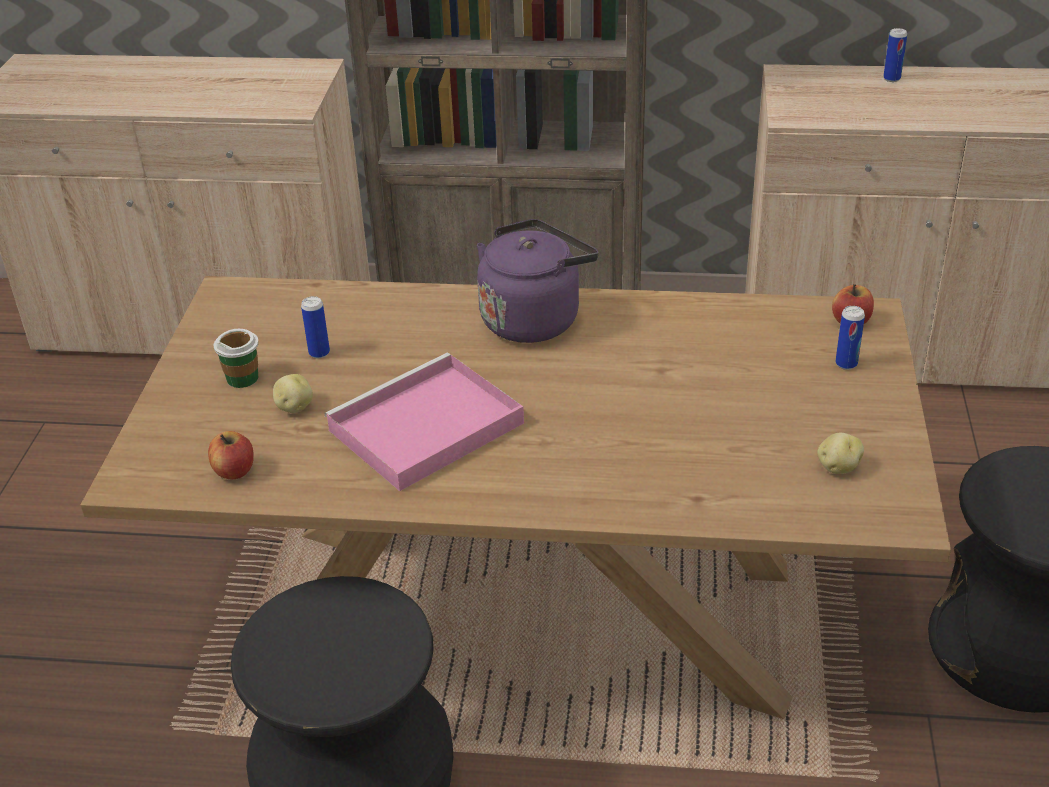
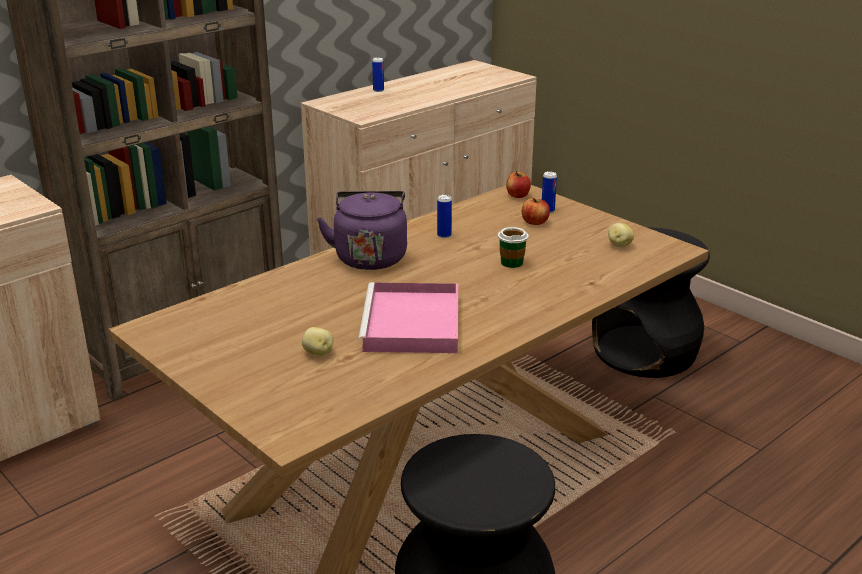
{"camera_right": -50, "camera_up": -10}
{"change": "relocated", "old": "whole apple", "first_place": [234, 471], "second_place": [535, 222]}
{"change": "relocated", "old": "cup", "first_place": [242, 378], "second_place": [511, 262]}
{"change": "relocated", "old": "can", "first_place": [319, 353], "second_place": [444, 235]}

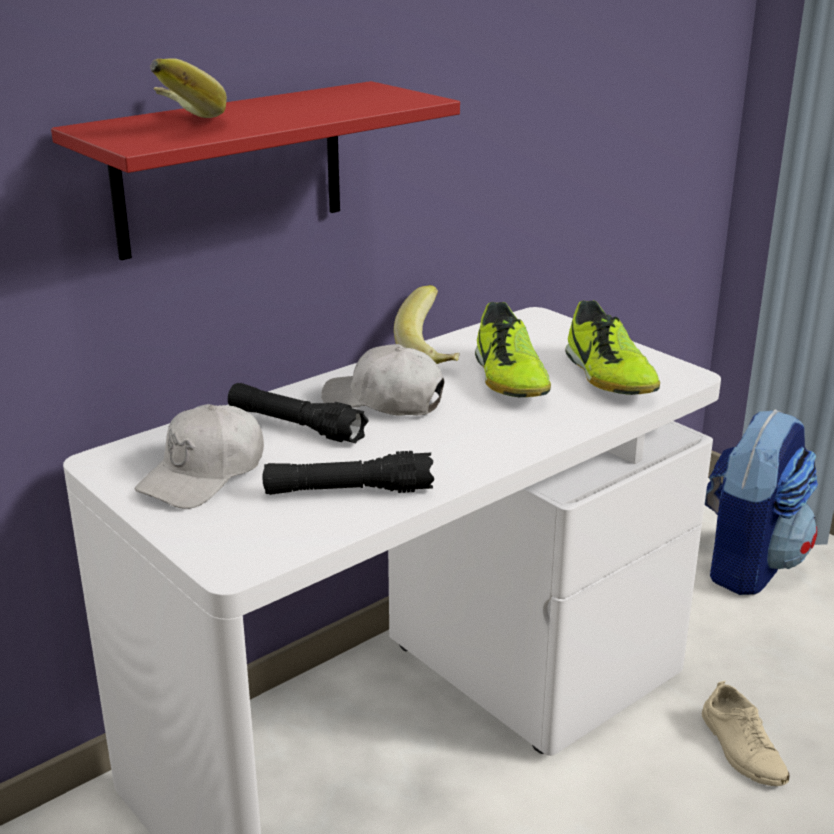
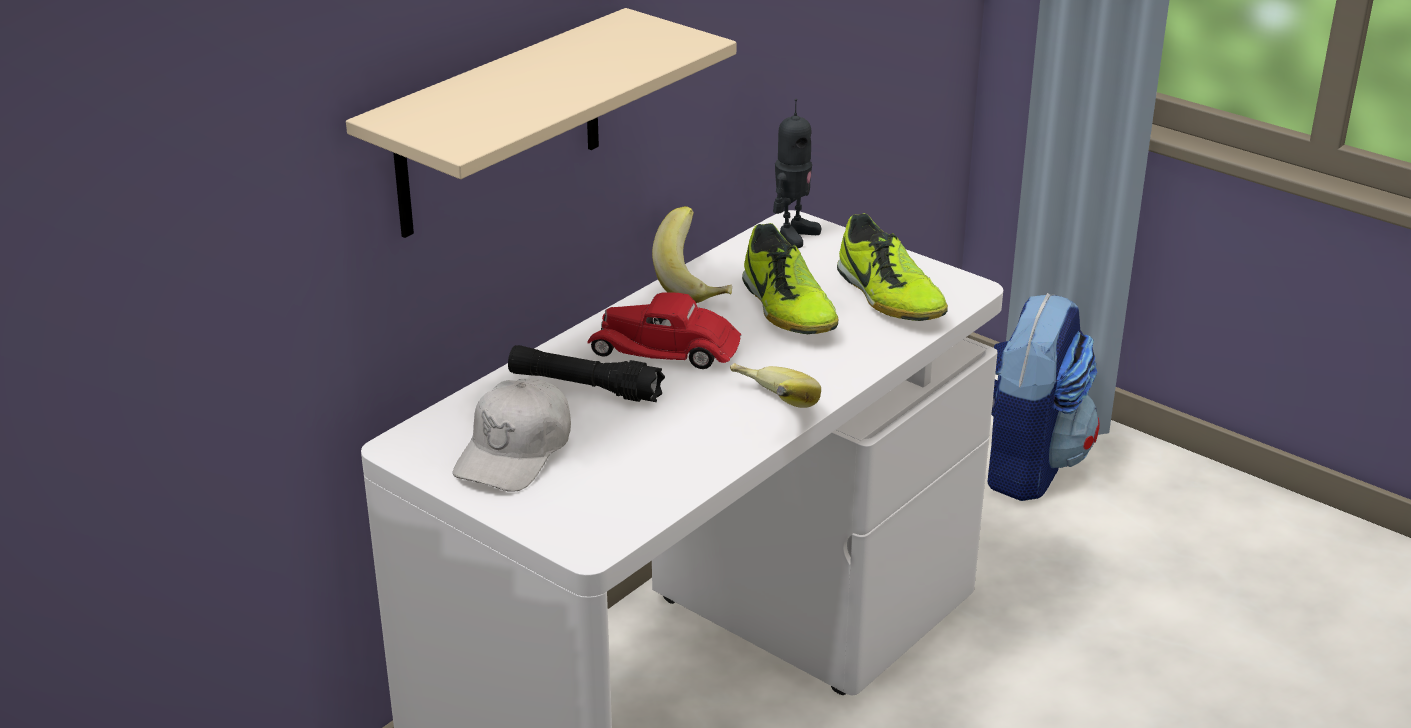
{"camera_right": -10, "camera_up": 5}
{"change": "colour", "old": "red bracket shelf", "new": "beige bracket shelf", "first_place": [230, 169], "second_place": [499, 125]}
{"change": "relocated", "old": "banana fruit", "first_place": [176, 124], "second_place": [768, 411]}
{"change": "missing", "old": "blackish hand torch", "first_place": [348, 491]}
{"change": "exchanged", "old": "whitish peaked cap", "new": "red miniature car", "first_place": [384, 401], "second_place": [666, 348]}
{"change": "missing", "old": "beige item of footwear", "first_place": [742, 748]}
{"change": "appeared", "new": "robot figure", "second_place": [793, 235]}

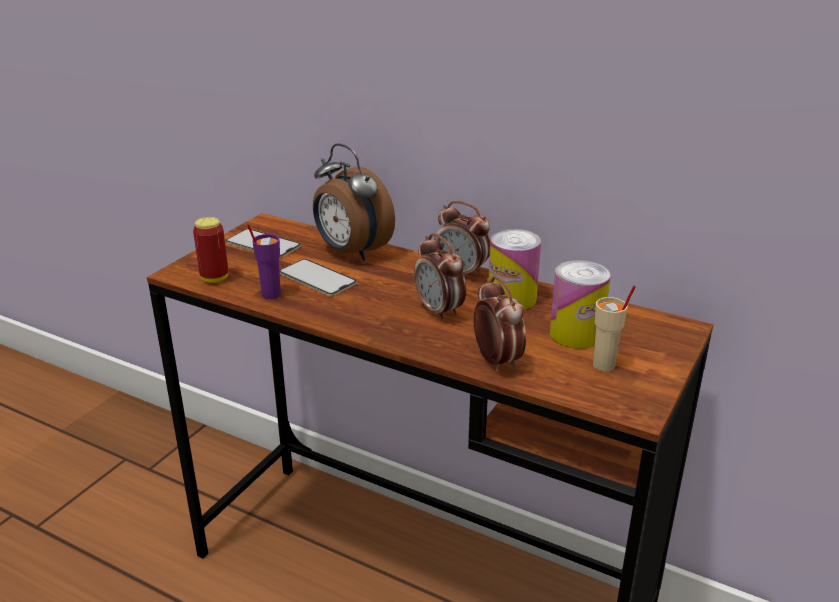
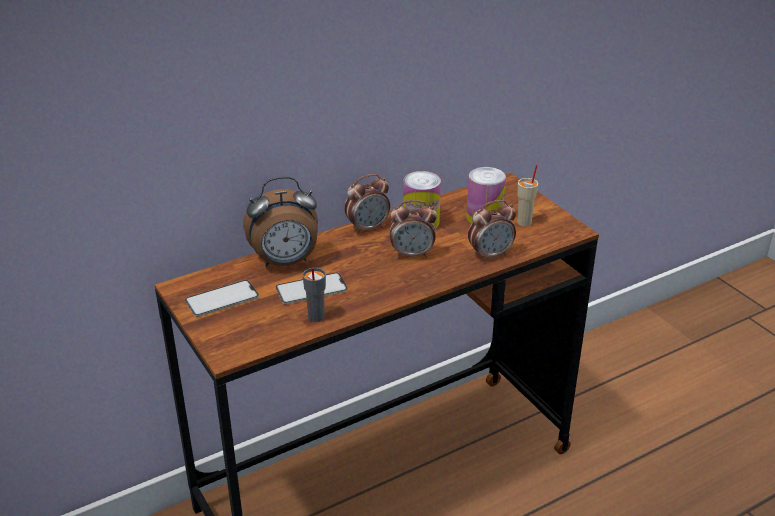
{"camera_right": -60, "camera_up": 5}
{"change": "missing", "old": "can", "first_place": [214, 278]}
{"change": "colour", "old": "purple cup", "new": "gray cup", "first_place": [270, 294], "second_place": [316, 317]}
{"change": "spun", "old": "table clock", "first_place": [496, 361], "second_place": [490, 255], "degrees": 150}

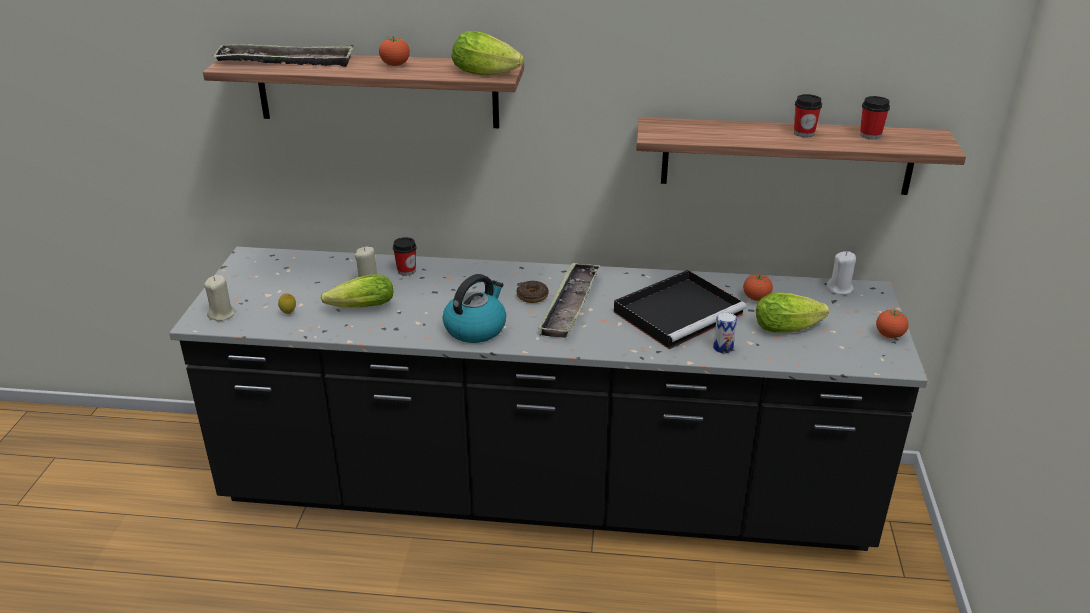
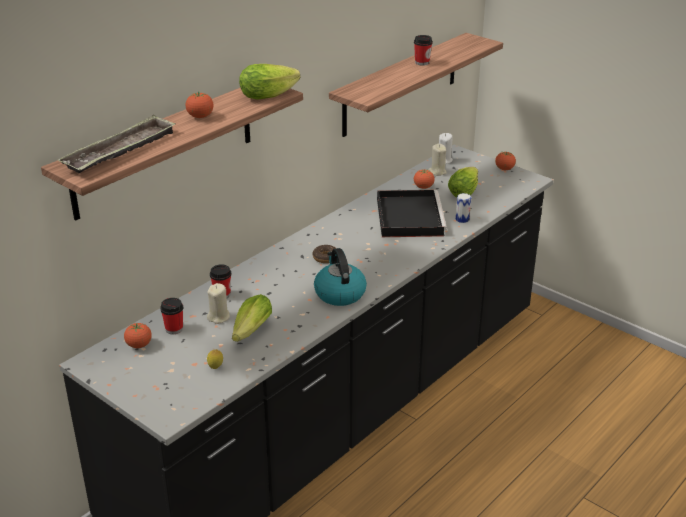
{"camera_right": -55, "camera_up": 0}
{"change": "relocated", "old": "beige candle", "first_place": [222, 314], "second_place": [437, 172]}
{"change": "missing", "old": "serving tray", "first_place": [570, 304]}
{"change": "relocated", "old": "cup", "first_place": [870, 135], "second_place": [174, 329]}
{"change": "appeared", "new": "tomato", "second_place": [139, 345]}

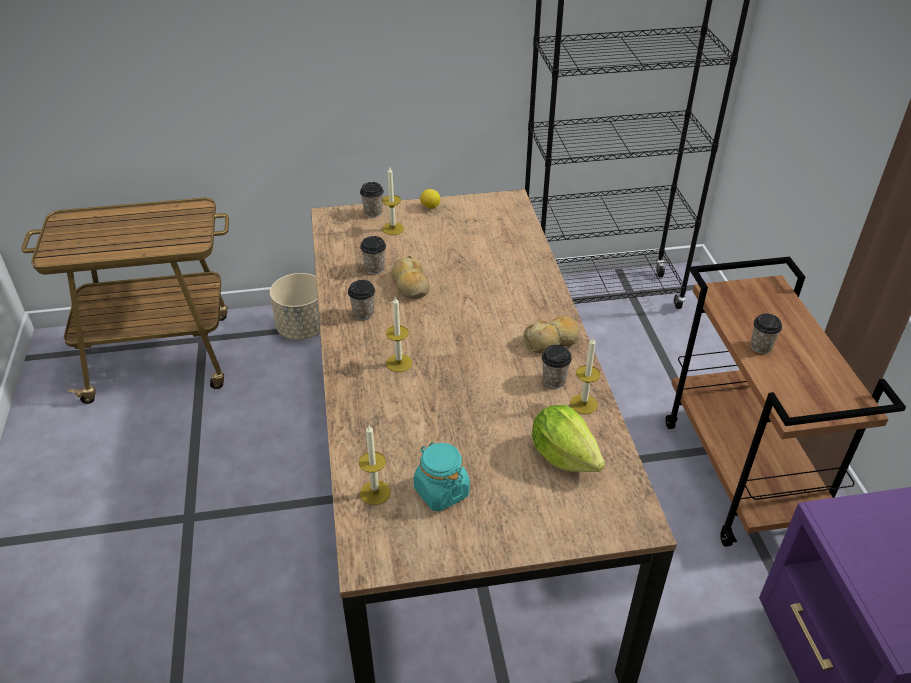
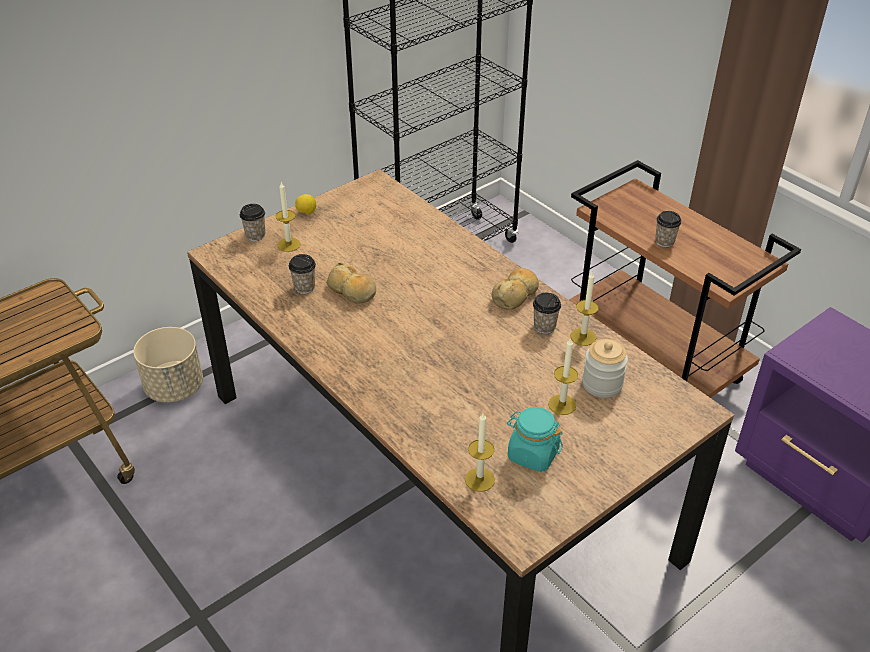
{"camera_right": -30, "camera_up": 0}
{"change": "missing", "old": "cup", "first_place": [363, 313]}
{"change": "relocated", "old": "candle", "first_place": [399, 363], "second_place": [562, 404]}
{"change": "exchanged", "old": "lettuce", "new": "jar", "first_place": [564, 455], "second_place": [602, 384]}

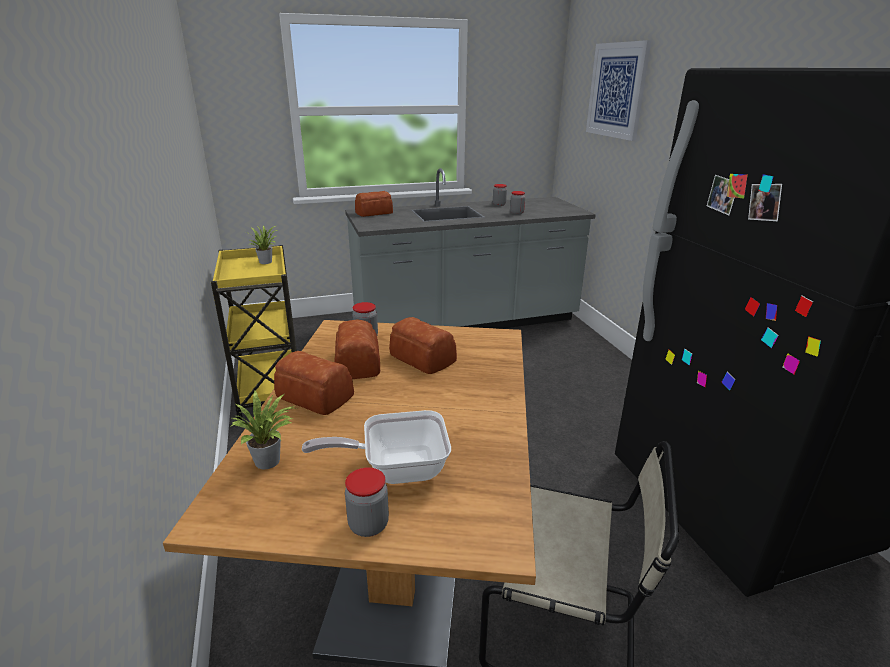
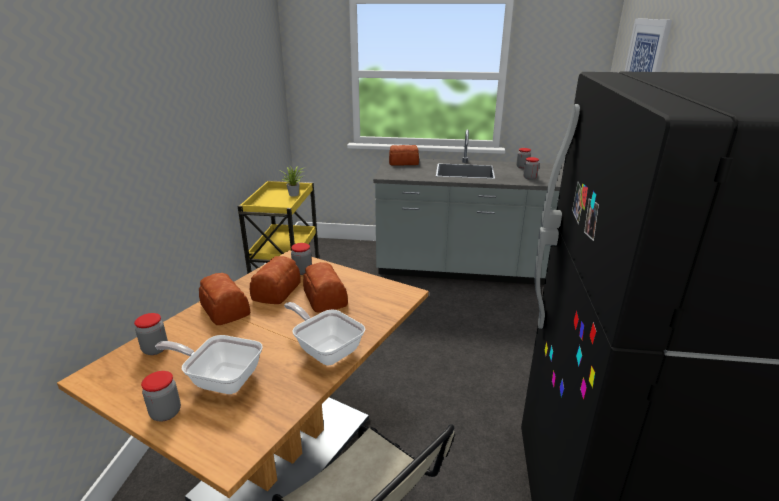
{"camera_right": 25, "camera_up": 0}
{"change": "exchanged", "old": "houseplant", "new": "jar", "first_place": [270, 462], "second_place": [155, 349]}
{"change": "appeared", "new": "pan", "second_place": [326, 349]}

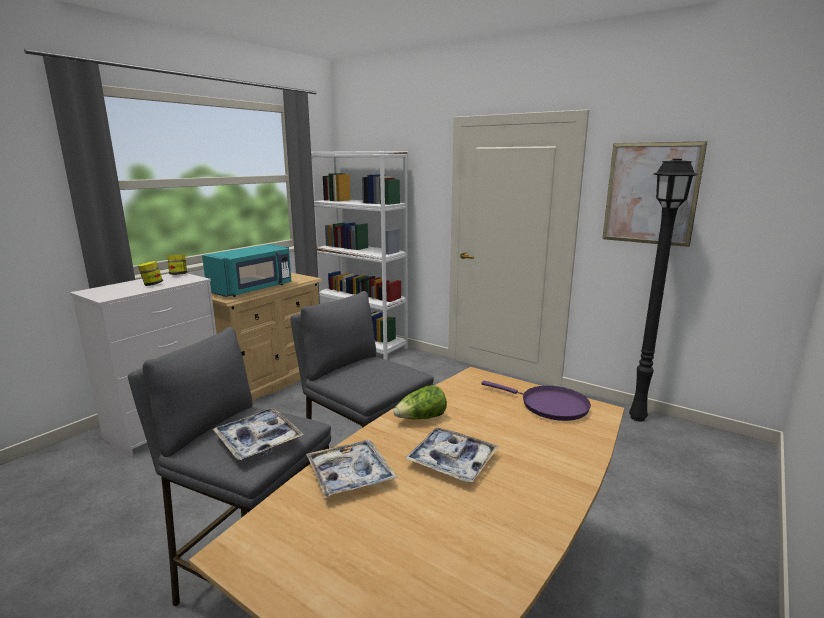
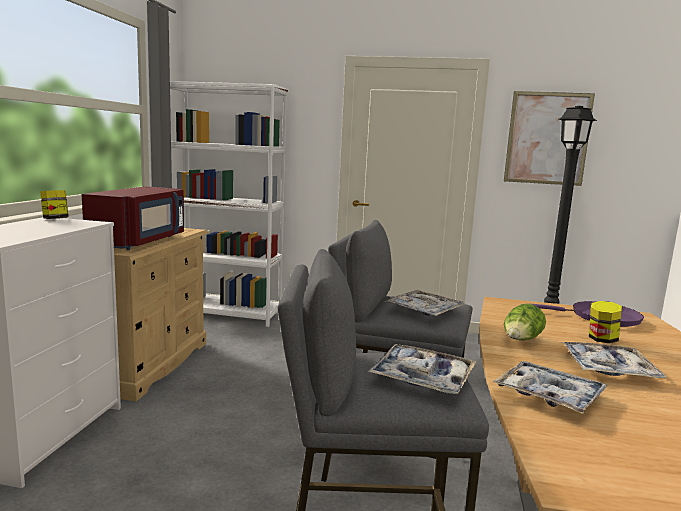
{"camera_right": -25, "camera_up": -5}
{"change": "relocated", "old": "jar", "first_place": [152, 284], "second_place": [602, 339]}
{"change": "colour", "old": "blue-green microwave oven", "new": "red microwave oven", "first_place": [253, 289], "second_place": [140, 242]}
{"change": "appeared", "new": "serving tray", "second_place": [425, 310]}

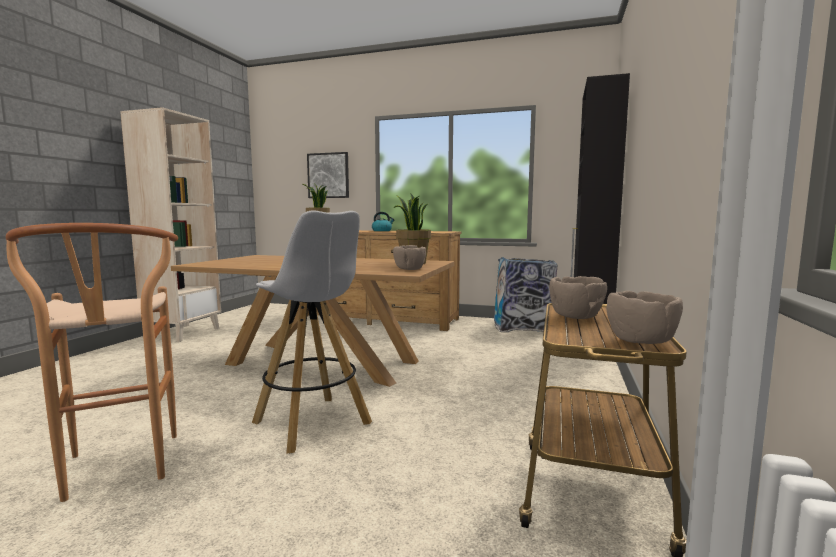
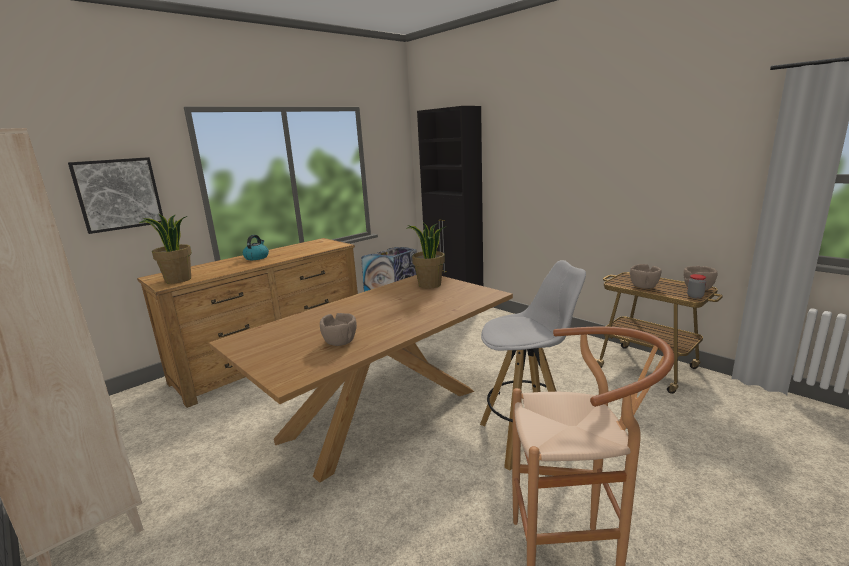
{"camera_right": -60, "camera_up": 10}
{"change": "relocated", "old": "brown-coloured bowl", "first_place": [409, 269], "second_place": [340, 342]}
{"change": "appeared", "new": "jar", "second_place": [695, 296]}

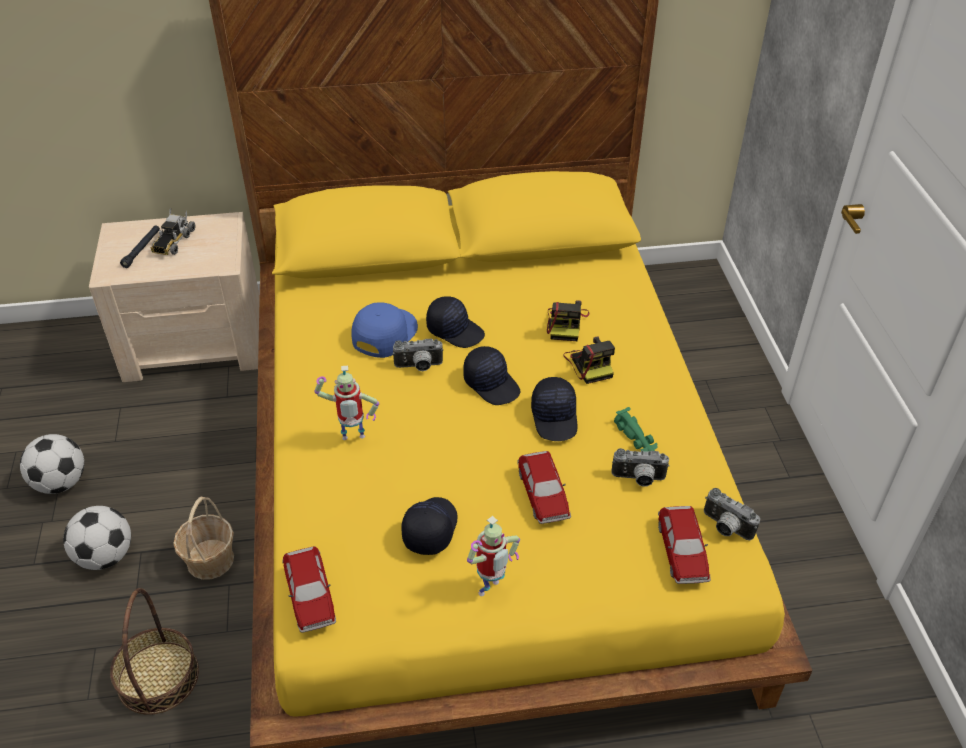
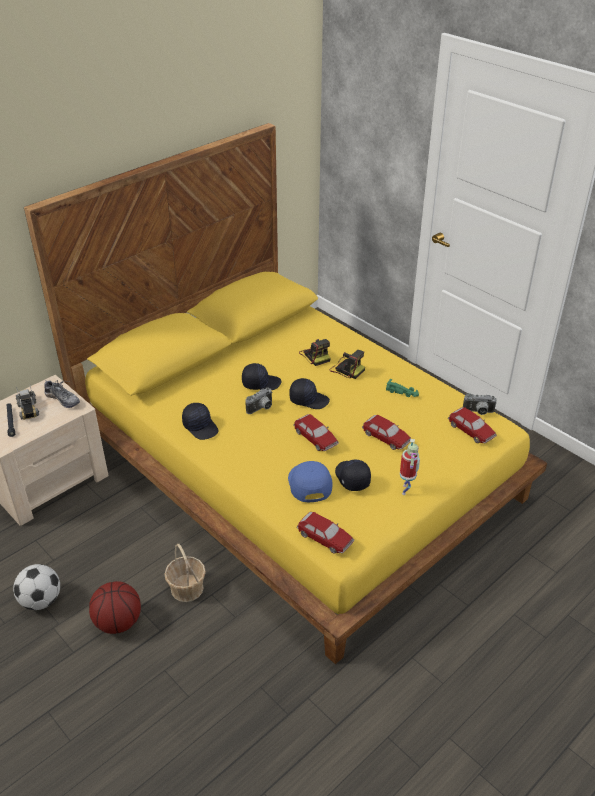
{"camera_right": -35, "camera_up": -5}
{"change": "exchanged", "old": "football ball", "new": "ball for basketball", "first_place": [105, 556], "second_place": [118, 622]}
{"change": "missing", "old": "basket", "first_place": [158, 677]}
{"change": "missing", "old": "robot figure", "first_place": [353, 440]}
{"change": "relocated", "old": "blue-coloured peaked cap", "first_place": [383, 333], "second_place": [309, 483]}
{"change": "relocated", "old": "blackish peaked cap", "first_place": [555, 417], "second_place": [201, 427]}
{"change": "missing", "old": "still camera", "first_place": [638, 479]}
{"change": "appeared", "new": "item of footwear", "second_place": [62, 399]}
{"change": "appeared", "new": "miniature car", "second_place": [316, 438]}

